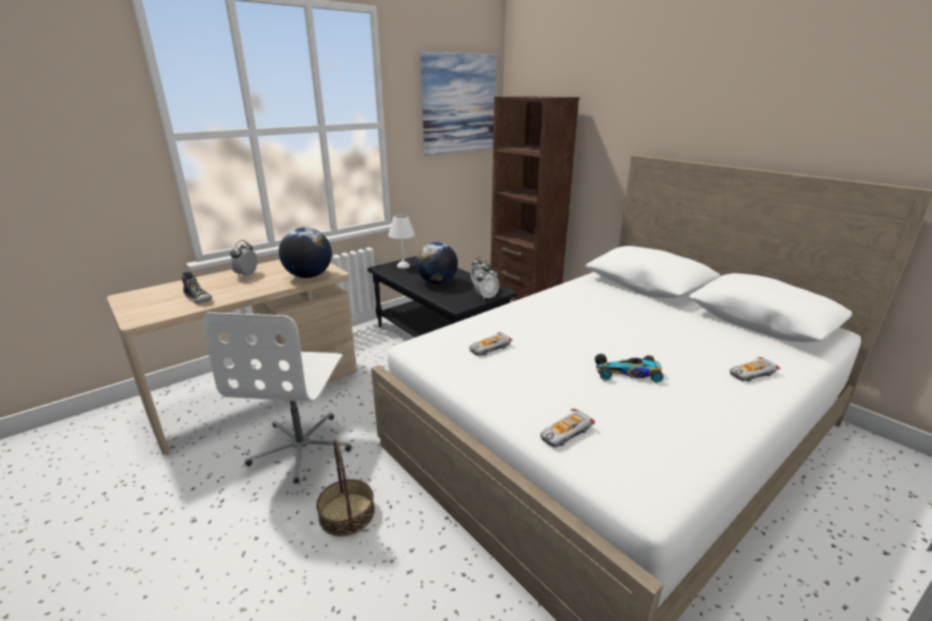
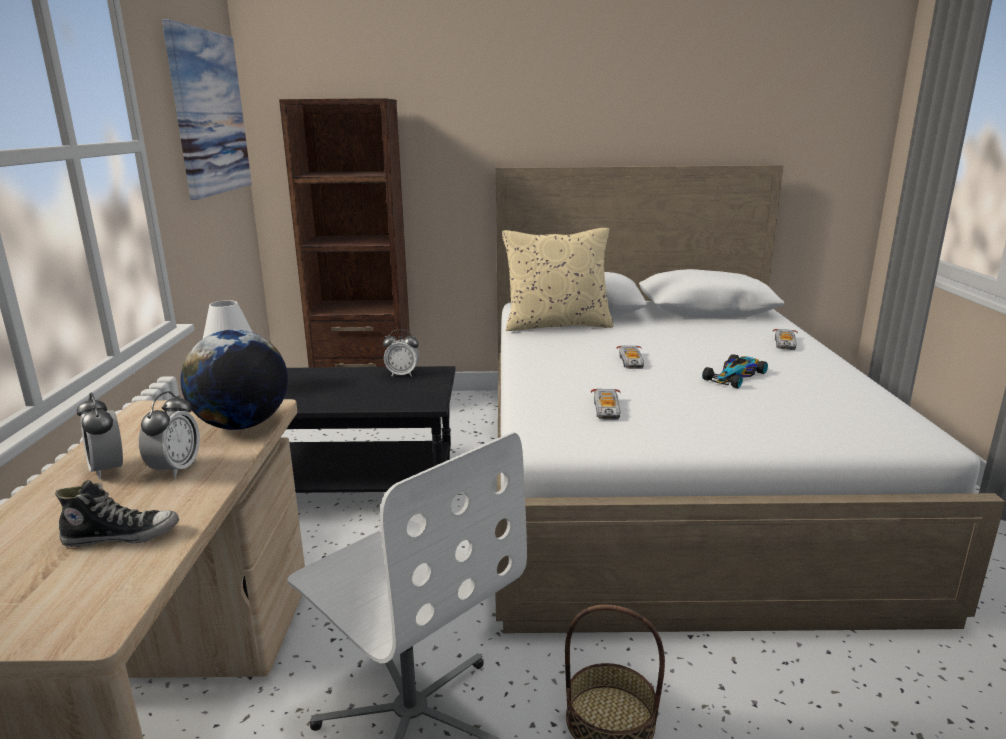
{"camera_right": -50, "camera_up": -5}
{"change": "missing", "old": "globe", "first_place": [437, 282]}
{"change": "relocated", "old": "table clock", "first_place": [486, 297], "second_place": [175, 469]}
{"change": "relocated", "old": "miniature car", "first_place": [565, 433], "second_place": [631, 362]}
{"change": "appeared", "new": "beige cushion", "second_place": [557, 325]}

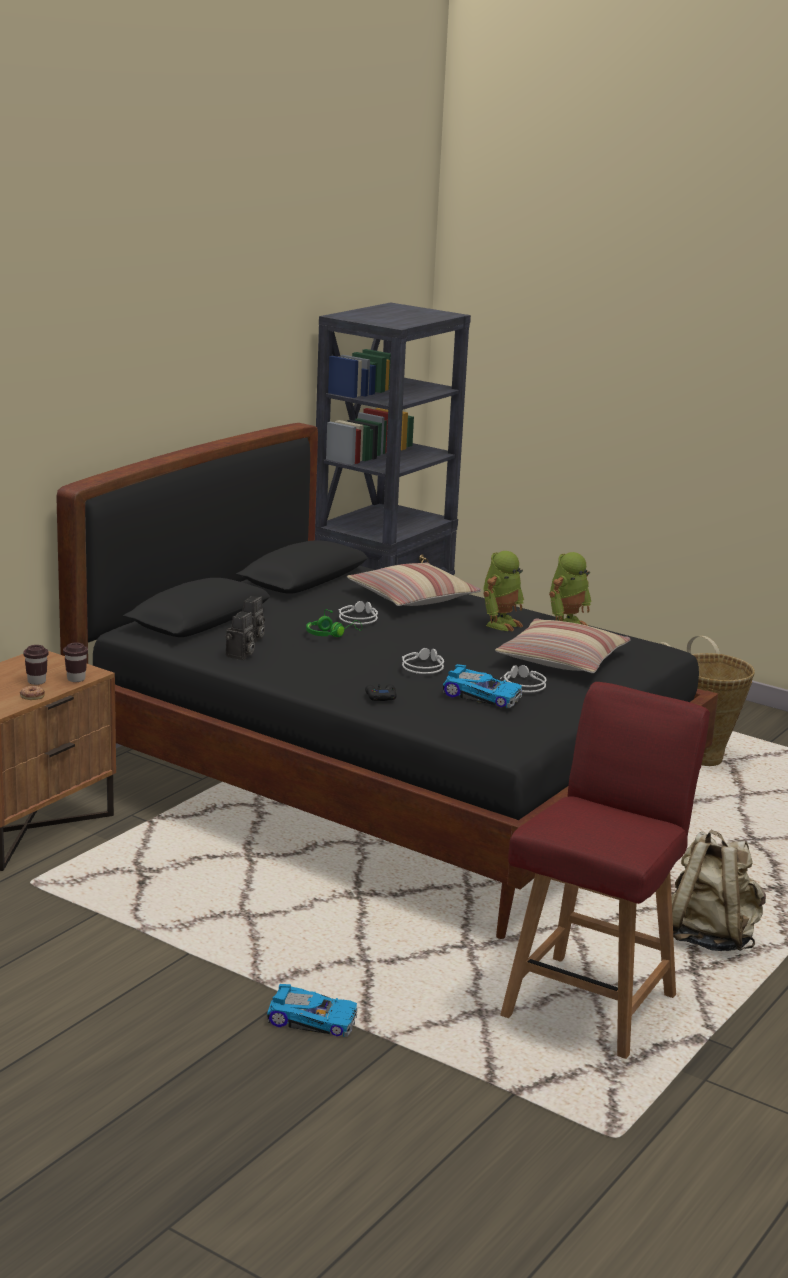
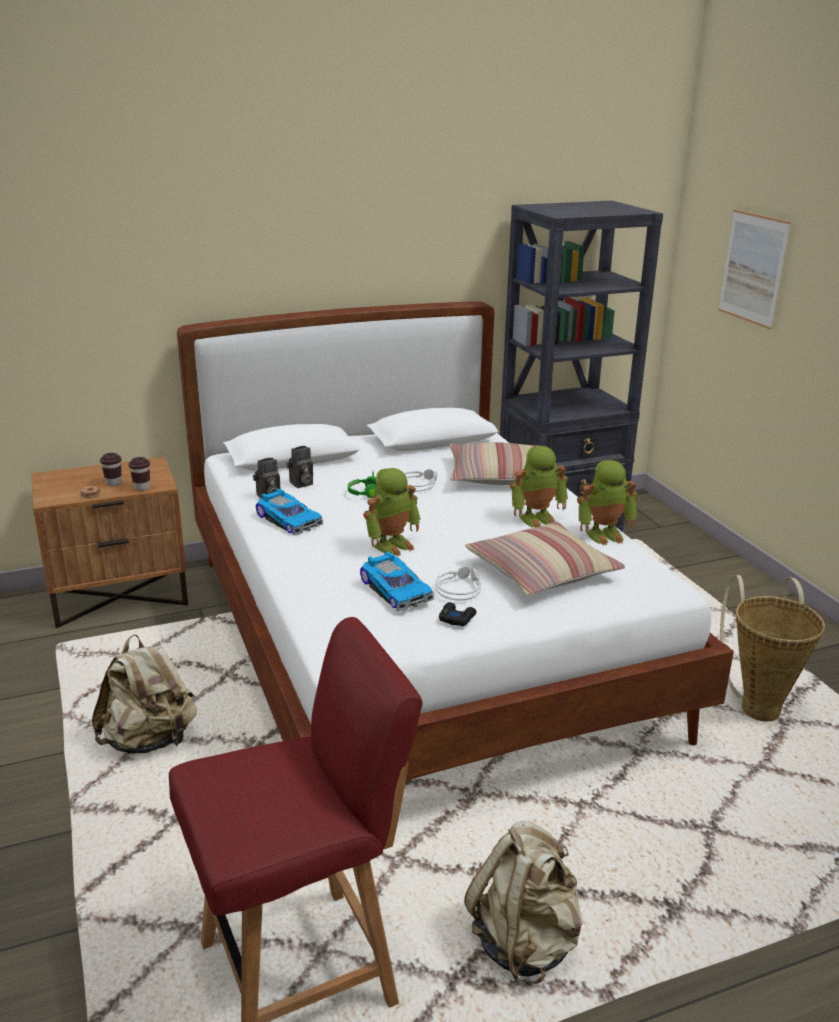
{"camera_right": 35, "camera_up": 5}
{"change": "colour", "old": "blackish sleeping bed", "new": "whitish sleeping bed", "first_place": [387, 786], "second_place": [418, 644]}
{"change": "relocated", "old": "miniature car", "first_place": [313, 1018], "second_place": [290, 519]}
{"change": "relocated", "old": "blackish game controller", "first_place": [380, 697], "second_place": [456, 618]}
{"change": "exchanged", "old": "gray headphones", "new": "robot figure", "first_place": [422, 666], "second_place": [392, 544]}
{"change": "appeared", "new": "beige rucksack", "second_place": [150, 740]}
{"change": "appeared", "new": "wall art", "second_place": [753, 268]}

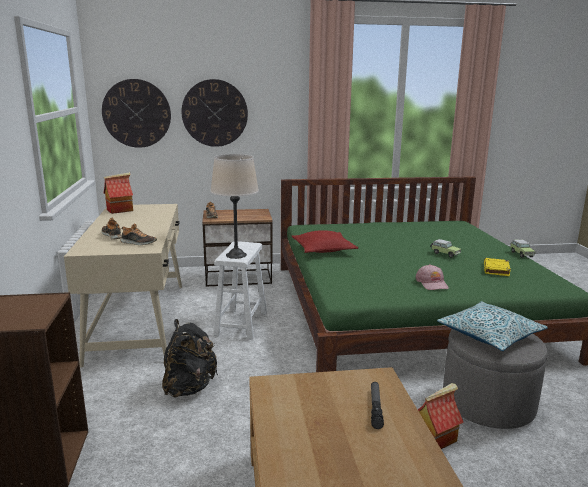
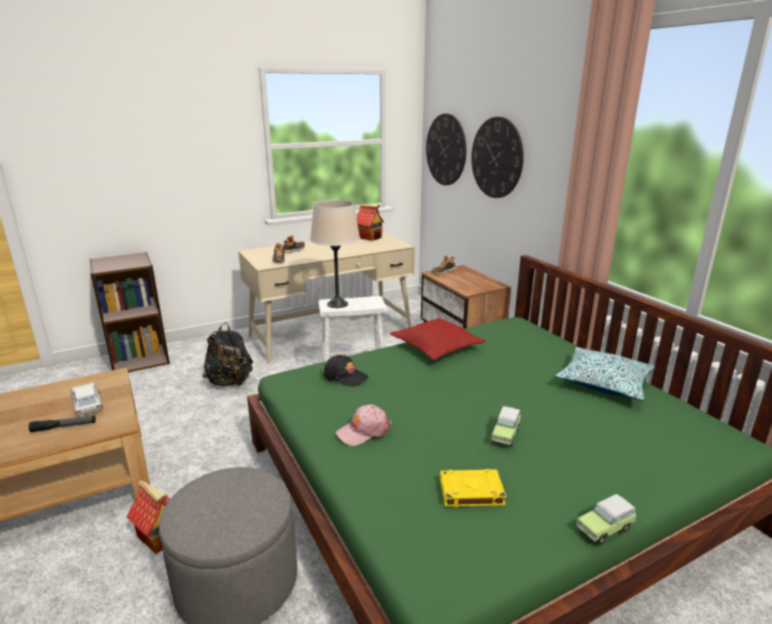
{"camera_right": 70, "camera_up": 5}
{"change": "relocated", "old": "cushion", "first_place": [489, 335], "second_place": [604, 382]}
{"change": "appeared", "new": "miniature car", "second_place": [87, 404]}
{"change": "appeared", "new": "blackish peaked cap", "second_place": [344, 376]}

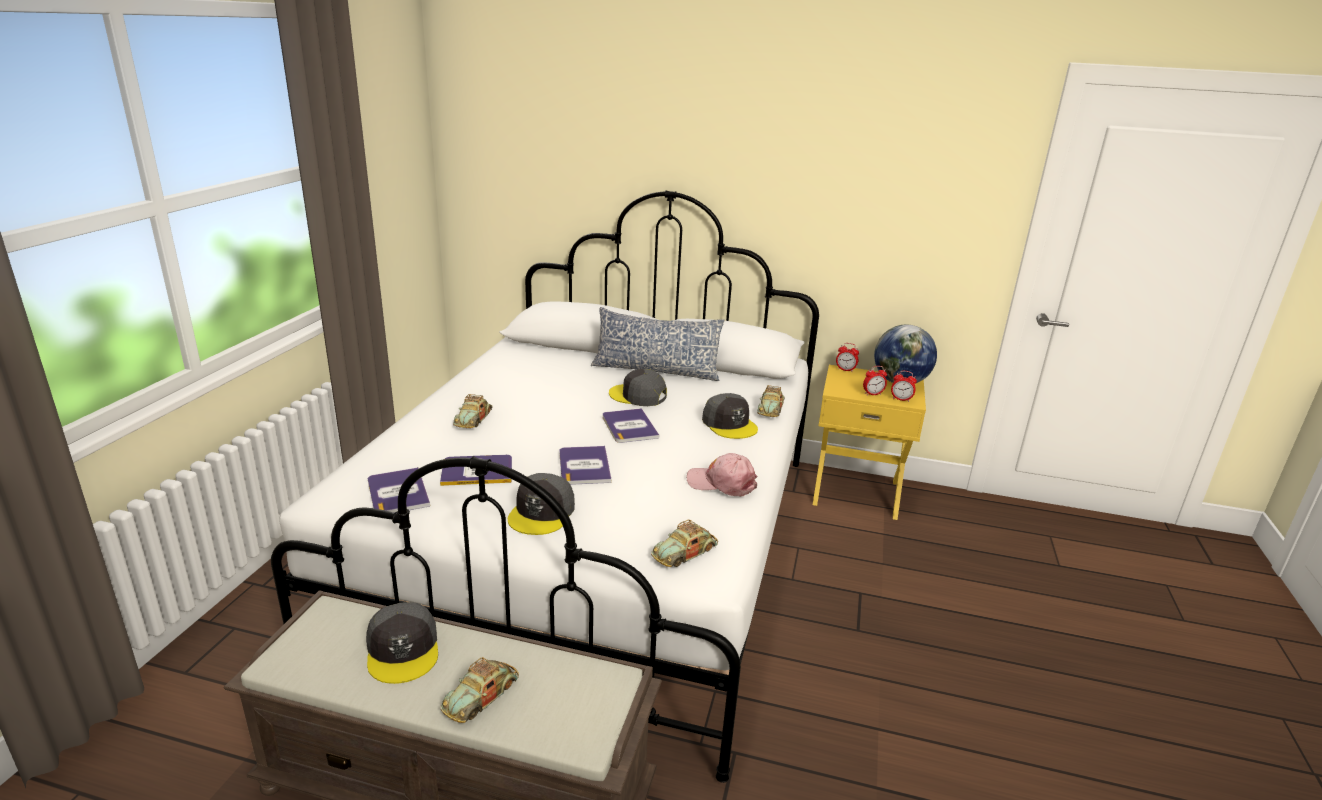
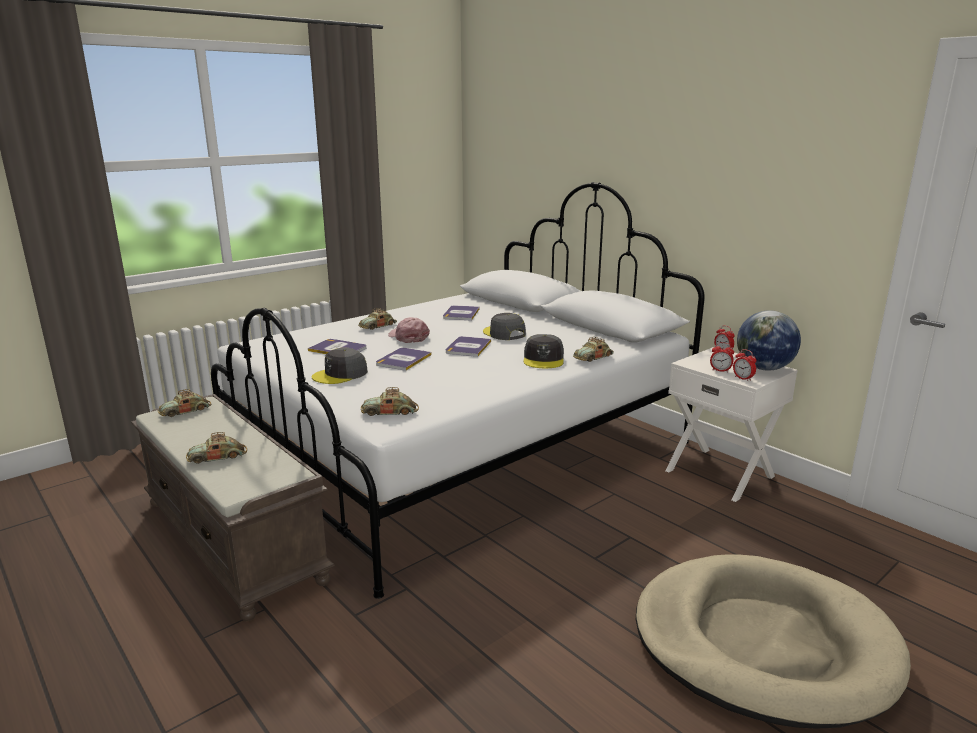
{"camera_right": 35, "camera_up": -5}
{"change": "missing", "old": "gray peaked cap", "first_place": [403, 649]}
{"change": "relocated", "old": "volume", "first_place": [398, 492], "second_place": [461, 314]}
{"change": "missing", "old": "cushion", "first_place": [656, 370]}
{"change": "relocated", "old": "pinkish peaked cap", "first_place": [722, 483], "second_place": [408, 337]}
{"change": "colour", "old": "yellow-coloured nightstand", "new": "whitish nightstand", "first_place": [856, 491], "second_place": [720, 473]}
{"change": "appeared", "new": "miniature car", "second_place": [185, 411]}
{"change": "appeared", "new": "beige pet bed", "second_place": [762, 643]}

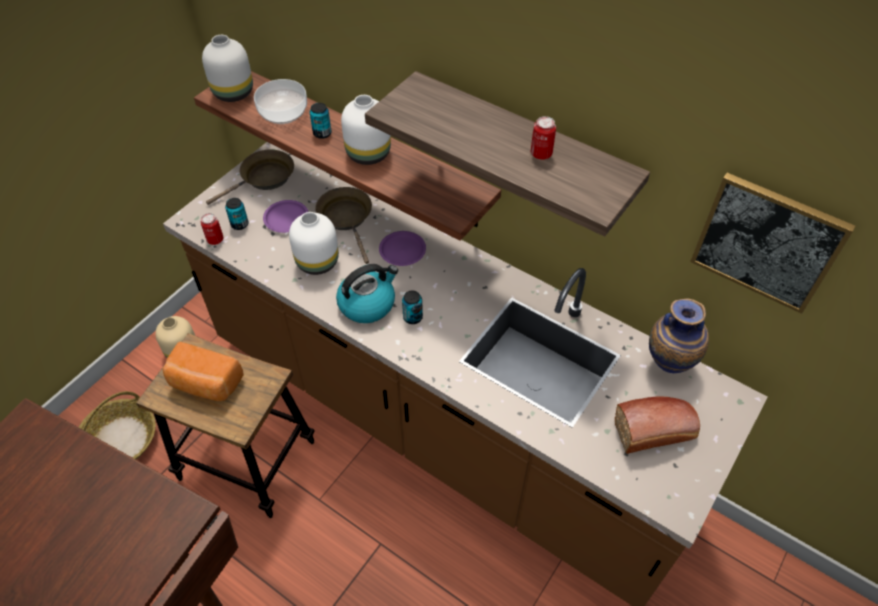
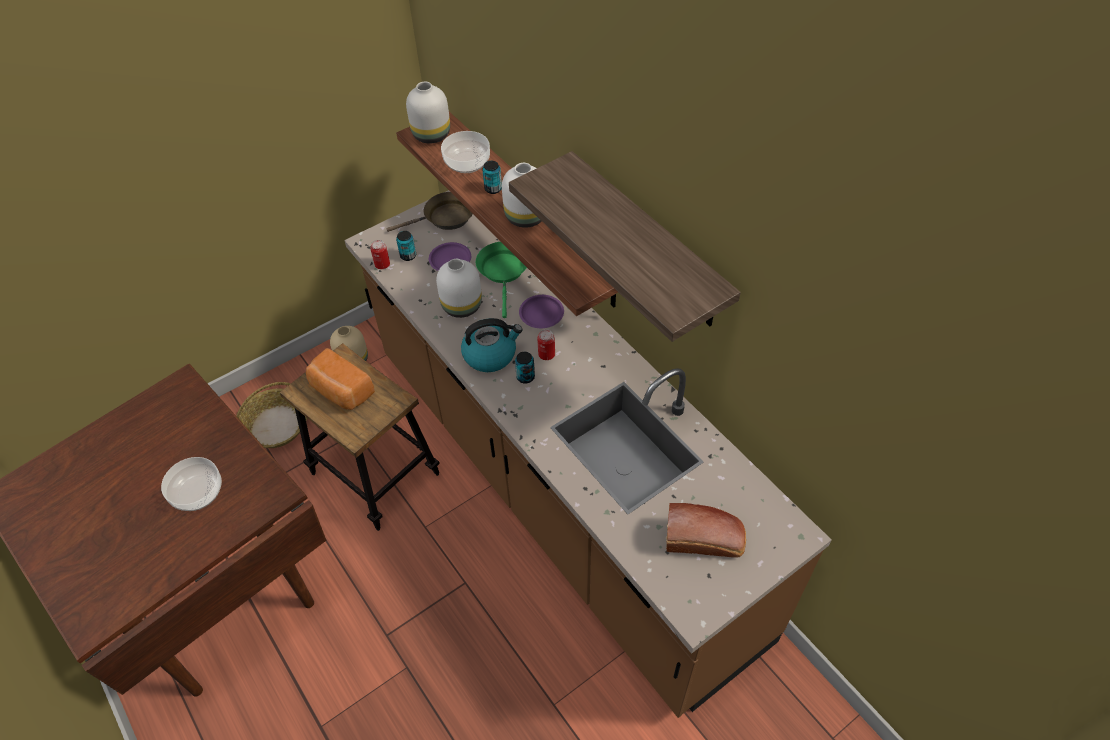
{"camera_right": 20, "camera_up": 0}
{"change": "colour", "old": "brown-coloured pan", "new": "green-coloured pan", "first_place": [347, 219], "second_place": [503, 272]}
{"change": "relocated", "old": "can", "first_place": [541, 154], "second_place": [546, 354]}
{"change": "missing", "old": "decorative vase", "first_place": [668, 365]}
{"change": "missing", "old": "wall art", "first_place": [767, 242]}
{"change": "appeared", "new": "bowl", "second_place": [197, 493]}

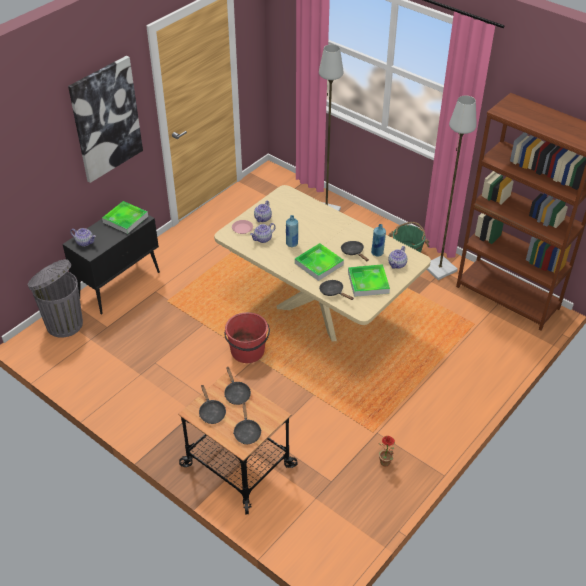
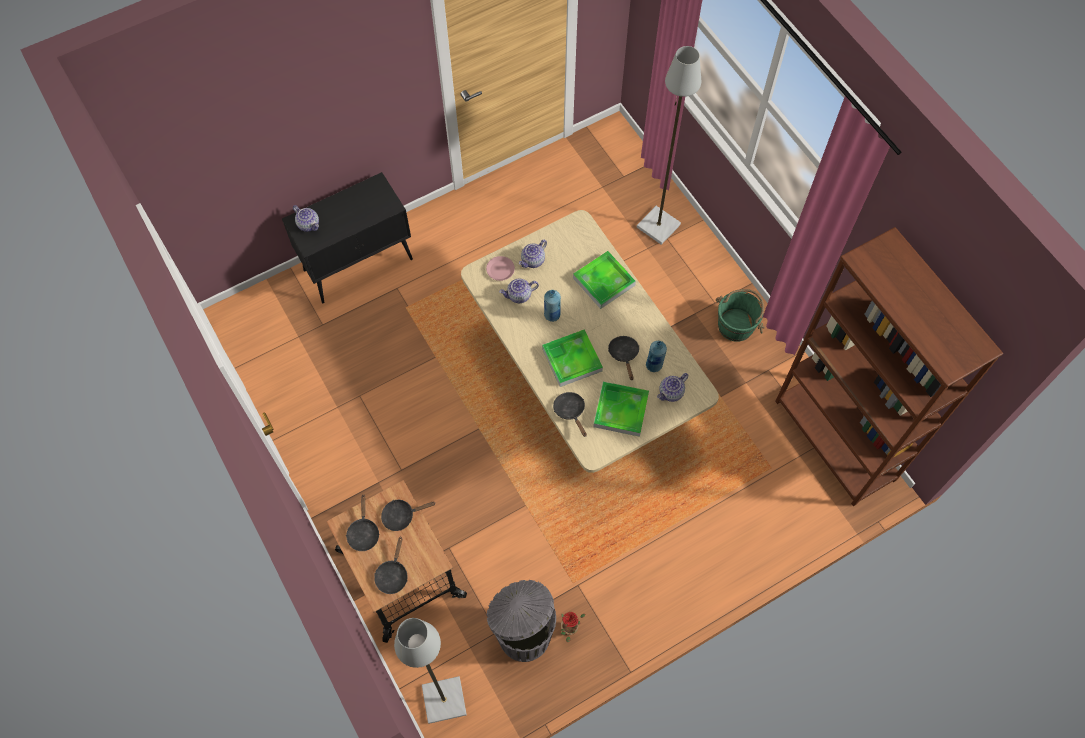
{"camera_right": 20, "camera_up": 20}
{"change": "relocated", "old": "gray trash can", "first_place": [63, 324], "second_place": [523, 634]}
{"change": "missing", "old": "wall art", "first_place": [106, 119]}
{"change": "relocated", "old": "serving tray", "first_place": [125, 219], "second_place": [604, 281]}
{"change": "missing", "old": "red water bucket", "first_place": [248, 351]}
{"change": "spun", "old": "blackish pan", "first_place": [236, 393], "second_place": [402, 516], "degrees": 75}
{"change": "relocated", "old": "gray standing lamp", "first_place": [440, 269], "second_place": [443, 701]}

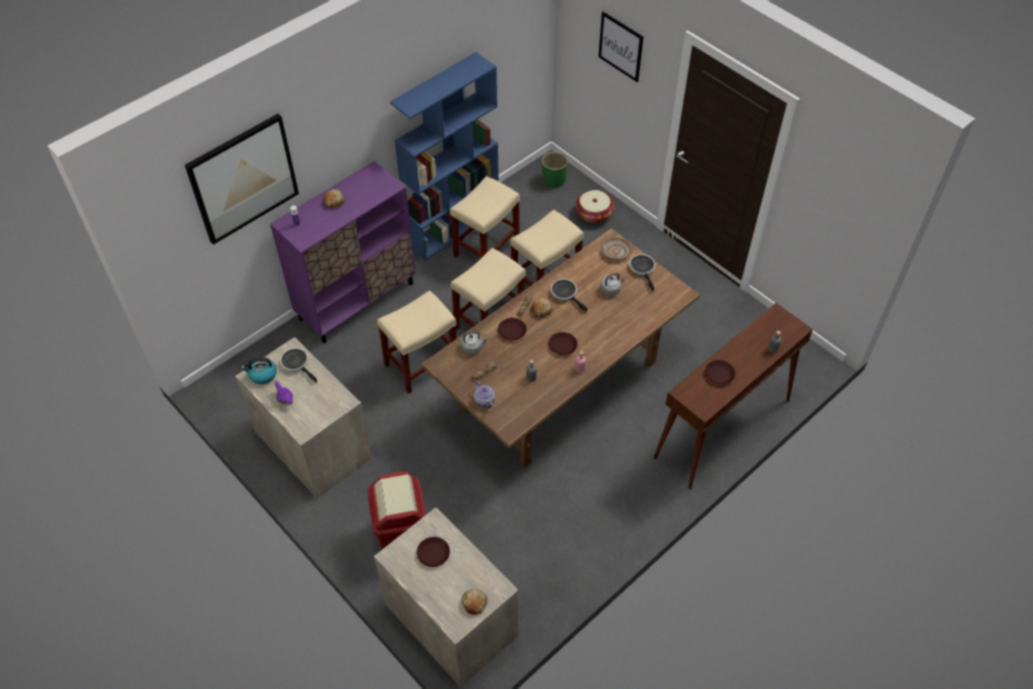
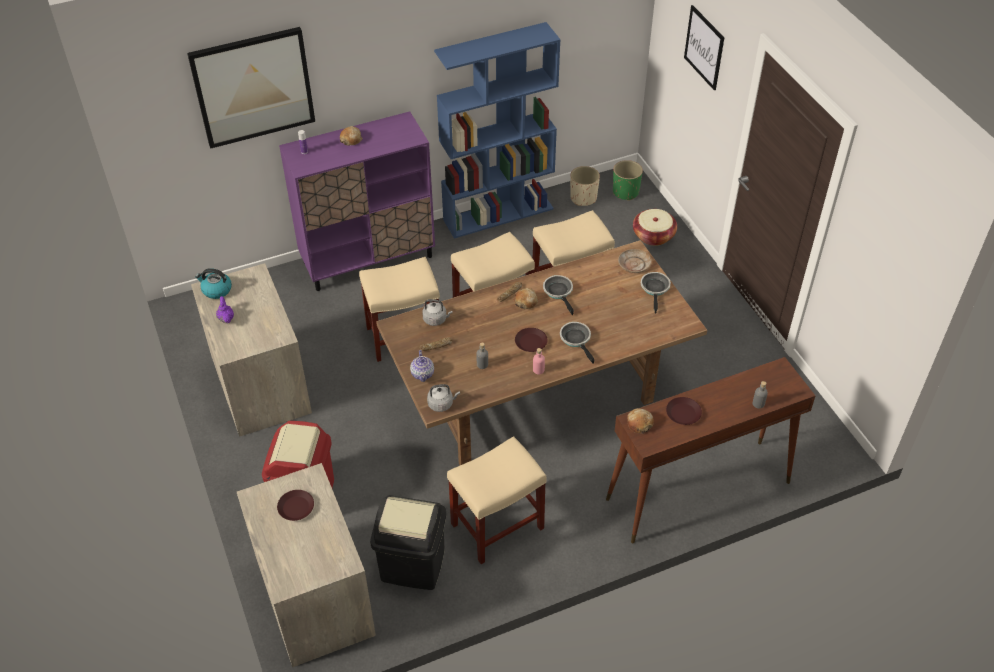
{"camera_right": 20, "camera_up": -5}
{"change": "relocated", "old": "pan", "first_place": [297, 364], "second_place": [576, 340]}
{"change": "relocated", "old": "beige stool seat", "first_place": [486, 249], "second_place": [496, 527]}
{"change": "relocated", "old": "baked bread", "first_place": [474, 603], "second_place": [639, 423]}
{"change": "missing", "old": "brown-coloured dinner plate", "first_place": [512, 331]}
{"change": "relocated", "old": "gray kettle", "first_place": [611, 290], "second_place": [442, 404]}
{"change": "appeared", "new": "blackish trash can", "second_place": [412, 565]}
{"change": "appeared", "new": "beige plant pot", "second_place": [583, 198]}

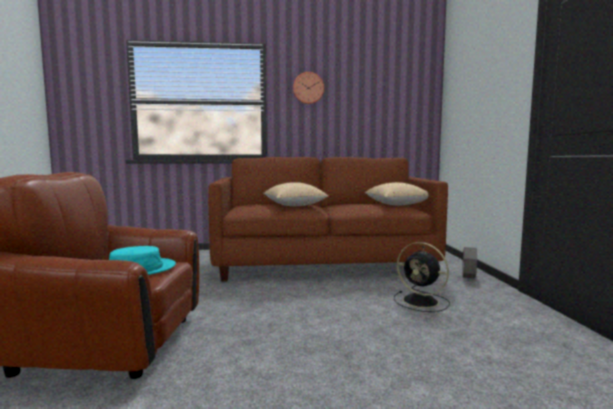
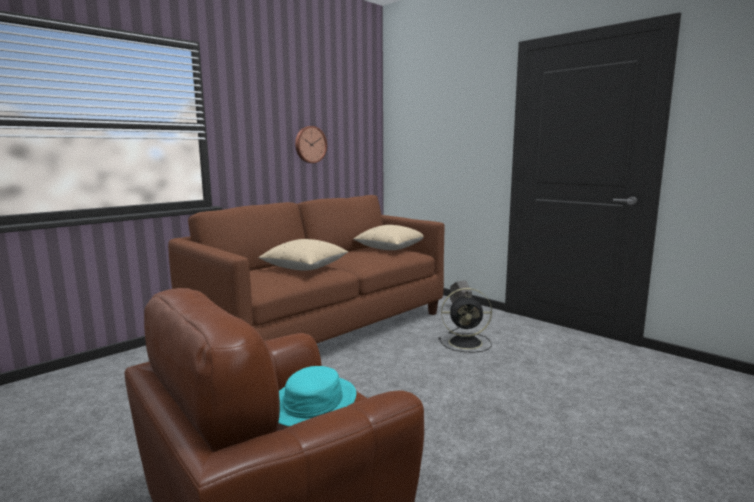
{"camera_right": -40, "camera_up": 5}
{"change": "relocated", "old": "clock on the wall", "first_place": [308, 88], "second_place": [310, 144]}

